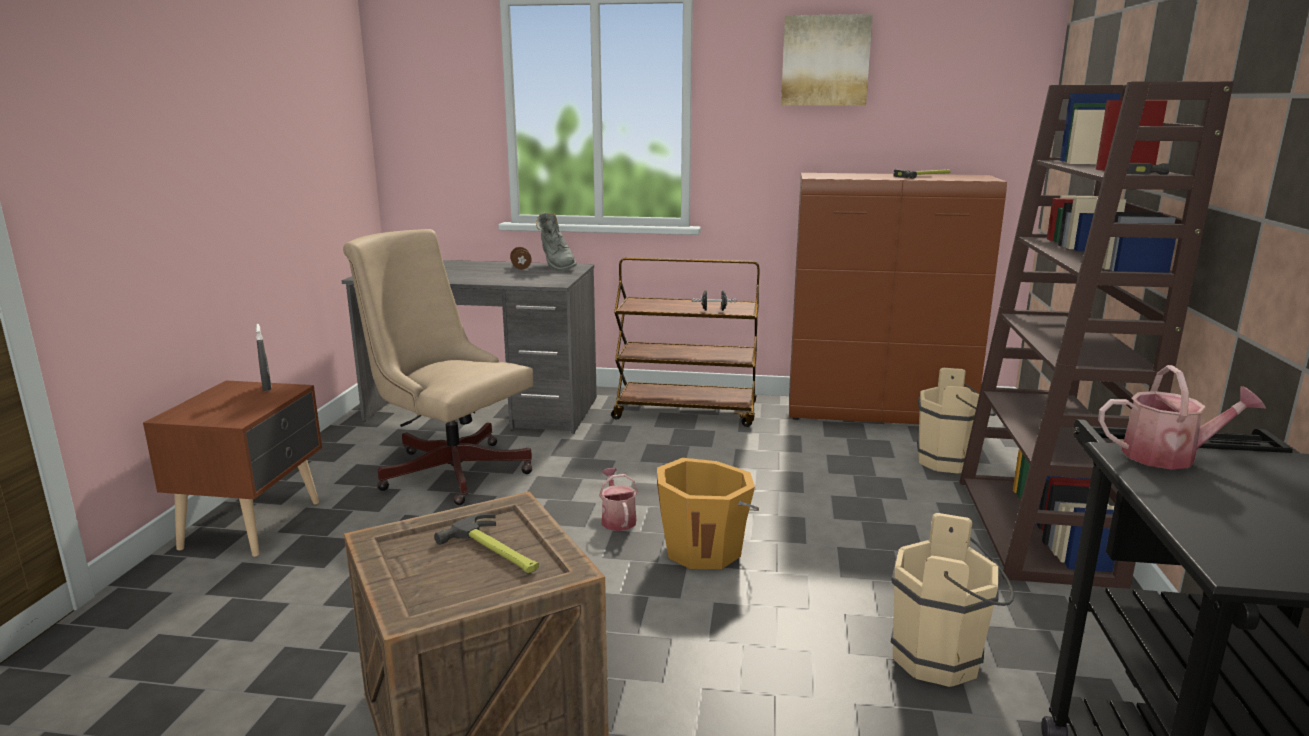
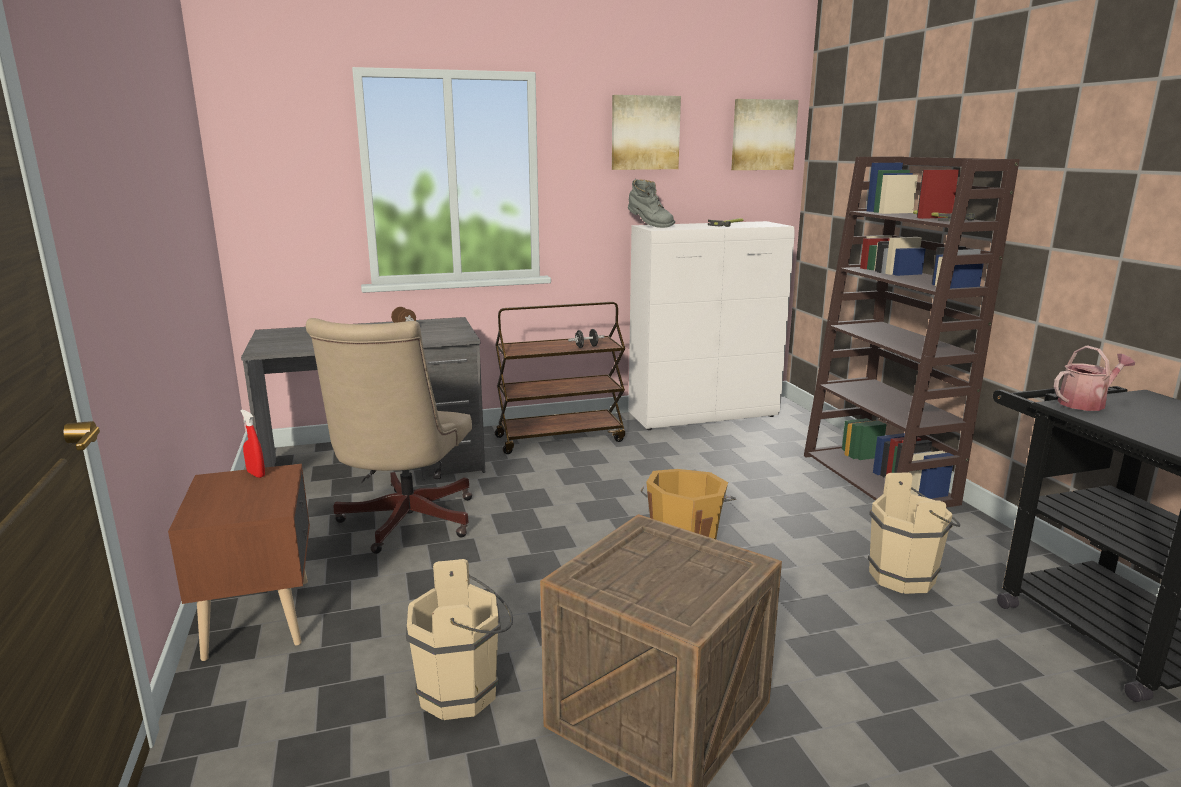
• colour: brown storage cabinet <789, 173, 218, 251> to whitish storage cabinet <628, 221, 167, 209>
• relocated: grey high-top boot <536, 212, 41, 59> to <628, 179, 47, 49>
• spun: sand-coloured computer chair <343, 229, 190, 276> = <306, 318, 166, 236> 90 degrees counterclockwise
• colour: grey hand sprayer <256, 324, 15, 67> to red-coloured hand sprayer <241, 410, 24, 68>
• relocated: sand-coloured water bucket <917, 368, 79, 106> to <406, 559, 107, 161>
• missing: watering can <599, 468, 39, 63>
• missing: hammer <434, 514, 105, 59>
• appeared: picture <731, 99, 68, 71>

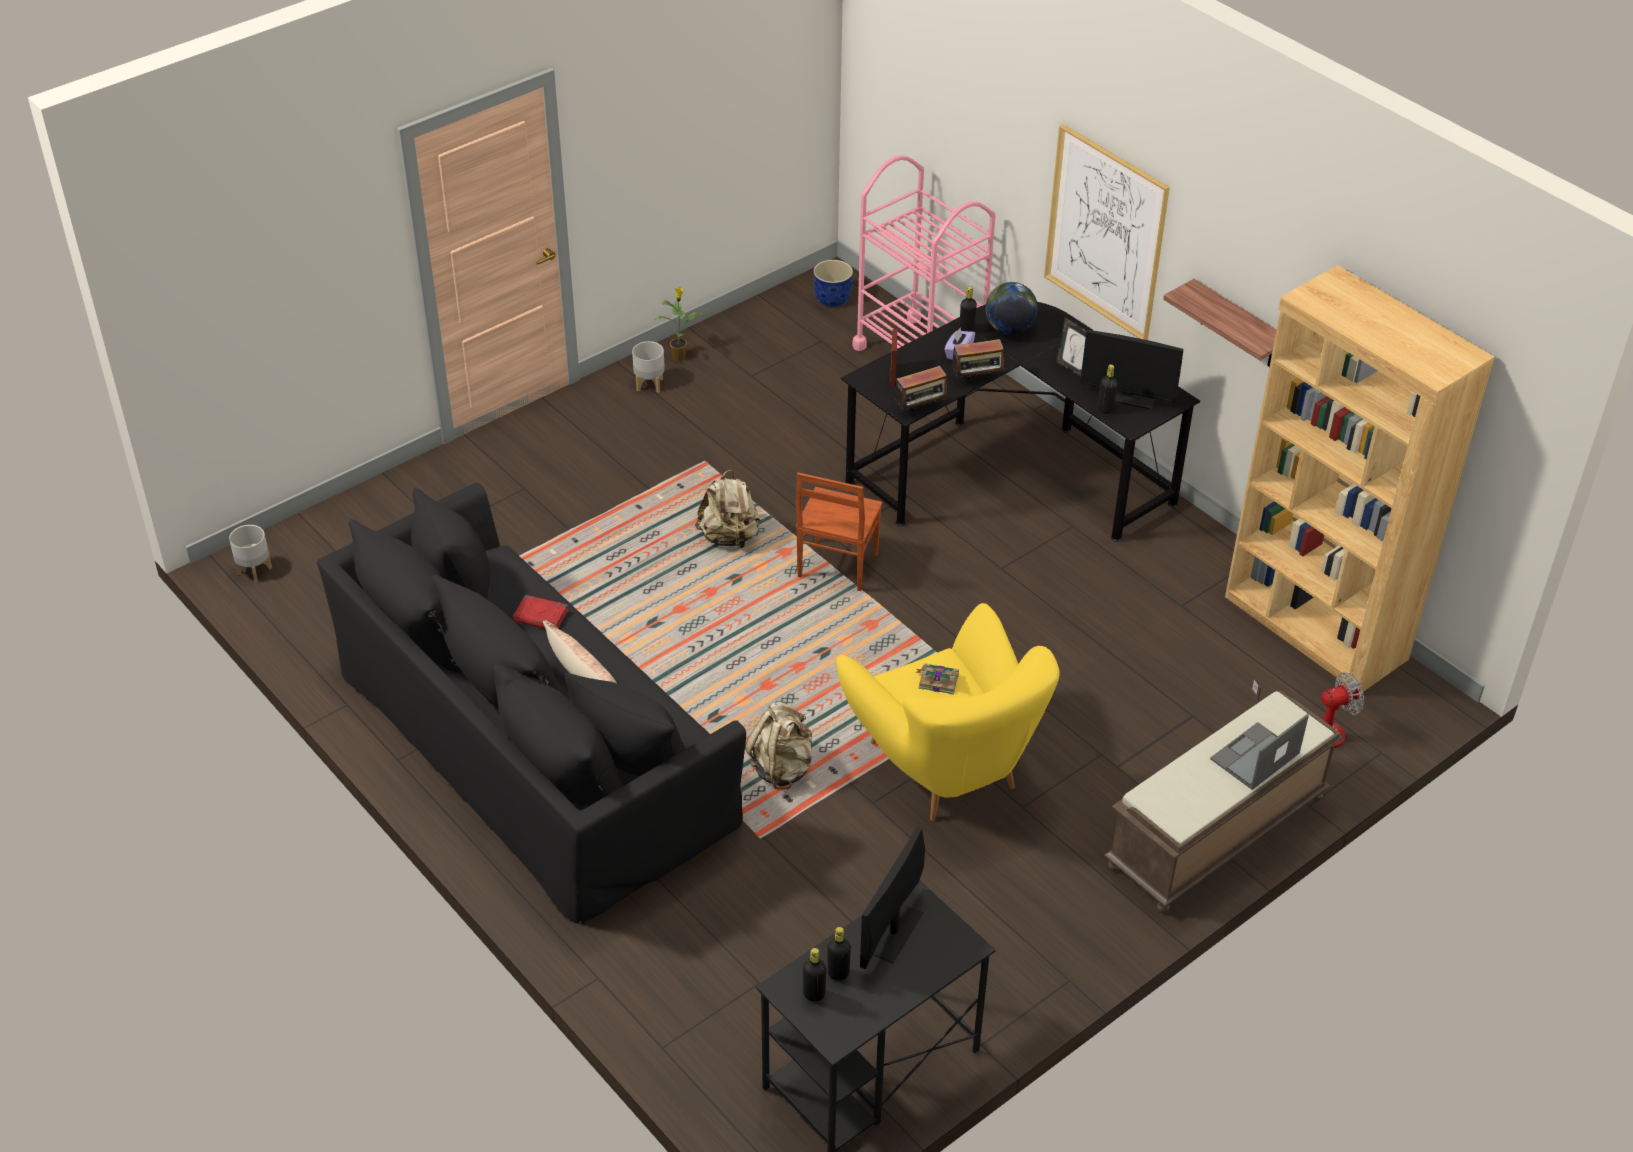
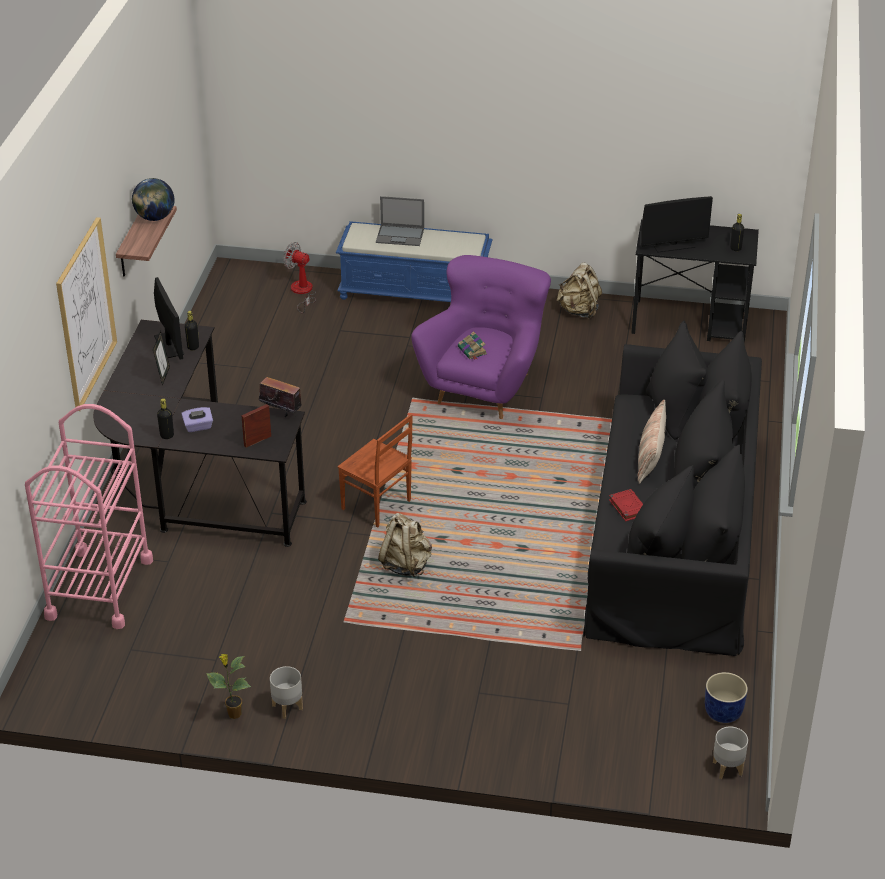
• relocated: bluish plant pot <813, 260, 40, 47> to <705, 672, 43, 51>
• missing: brown bookcase <1225, 265, 270, 427>
• relocated: desk globe <985, 282, 53, 53> to <132, 178, 43, 43>
• missing: radio receiver <952, 339, 55, 43>
• spun: brown plain chair <796, 473, 86, 118> = <338, 414, 75, 114> 60 degrees clockwise
• colour: yellow-coloured armchair <836, 603, 224, 218> to purple-coloured armchair <411, 255, 140, 164>
• colour: brown bench <1104, 691, 239, 222> to bluish bench <336, 221, 157, 81>
• relocated: sand-coloured rucksack <745, 702, 68, 87> to <557, 263, 45, 56>
• missing: black-coloured bottle <827, 927, 24, 53>

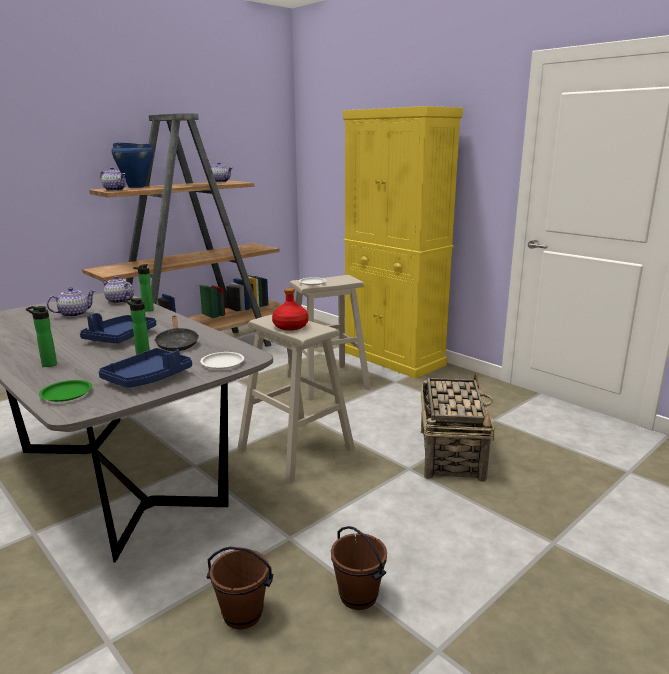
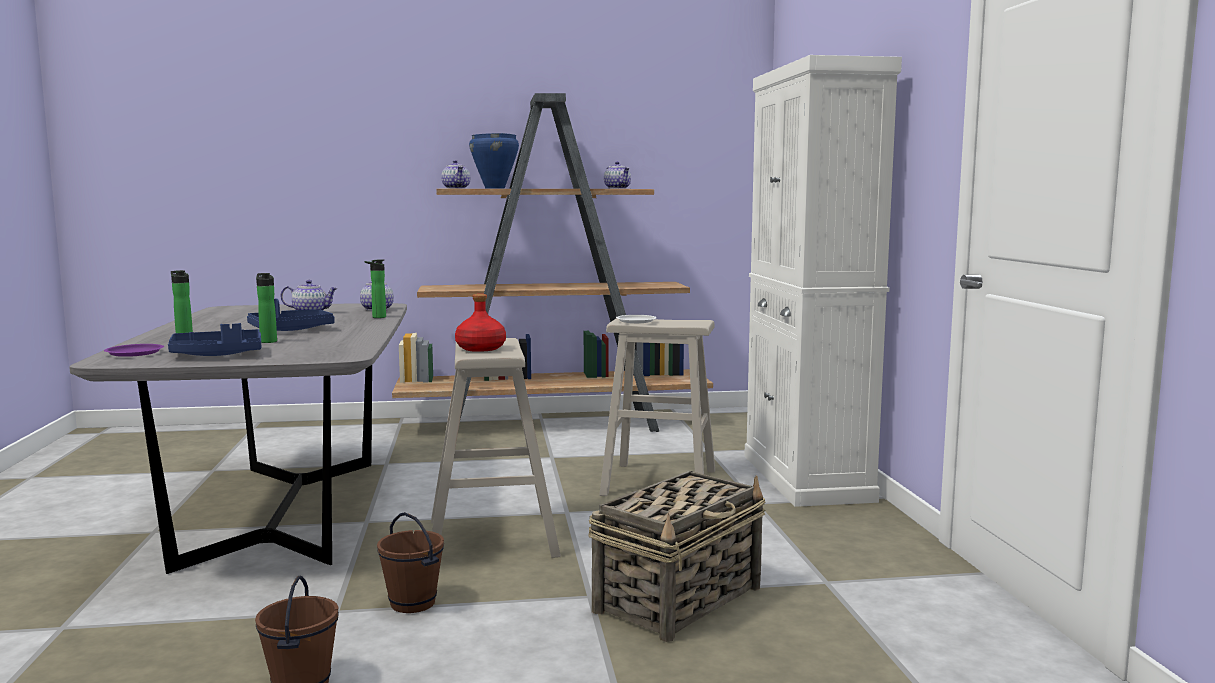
• colour: yellow-coloured storage cabinet <343, 106, 120, 273> to whitish storage cabinet <744, 55, 158, 452>
• missing: black-coloured pan <154, 316, 45, 35>
• missing: whitish flat dish <200, 352, 44, 17>
• colour: greenish flat dish <39, 380, 53, 22> to purple-coloured flat dish <104, 344, 60, 13>
• relocated: brown water bucket <207, 546, 66, 83> to <377, 512, 67, 101>

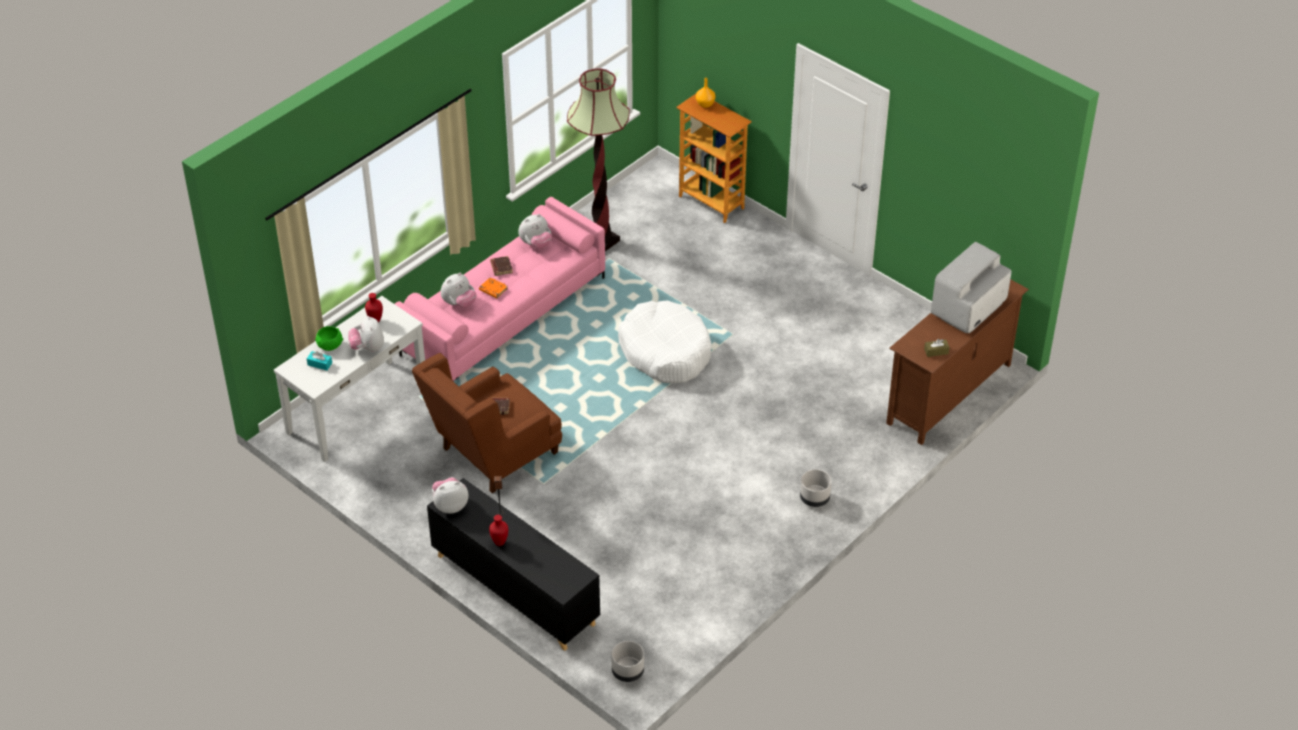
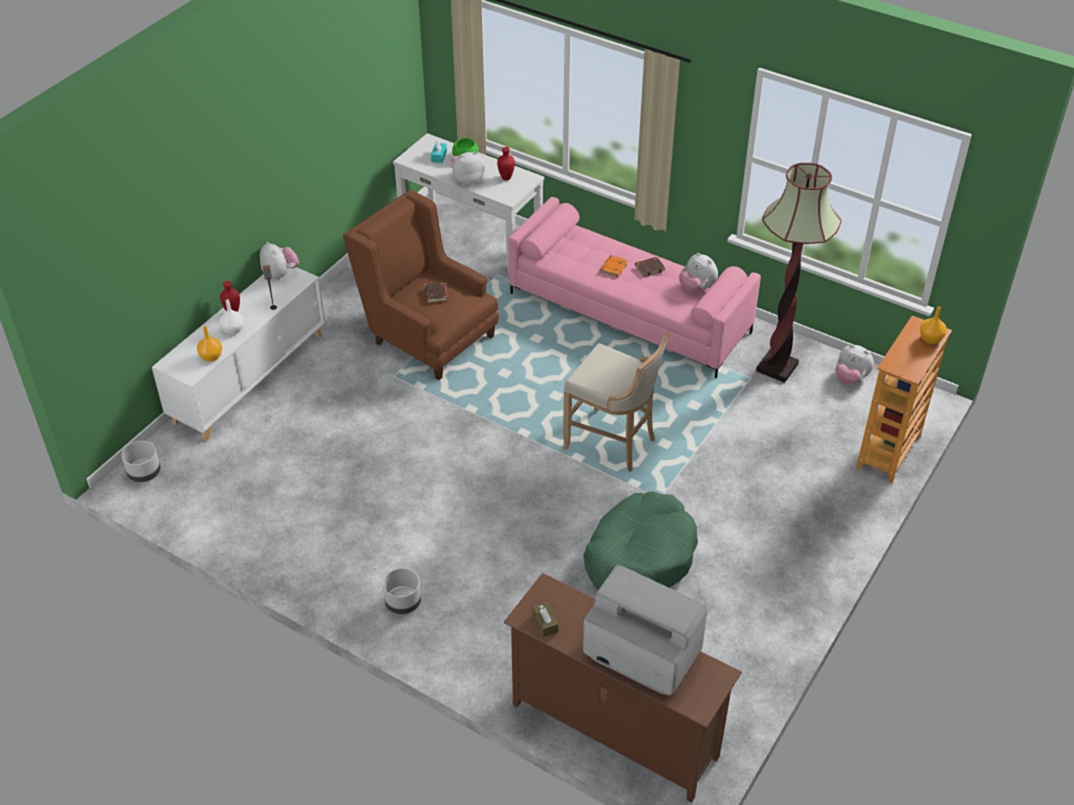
• relocated: plush toy <441, 273, 36, 35> to <835, 344, 39, 40>
• exchanged: whitish dog bed <618, 301, 93, 82> to sand-coloured stool <562, 332, 108, 140>
• colour: black-coloured storage cabinet <427, 478, 173, 173> to whitish storage cabinet <152, 267, 174, 174>
• appeared: whitish decorative vase <219, 300, 25, 35>
• appeared: orangey decorative vase <197, 326, 25, 36>
• appeared: greenish dog bed <583, 492, 115, 98>

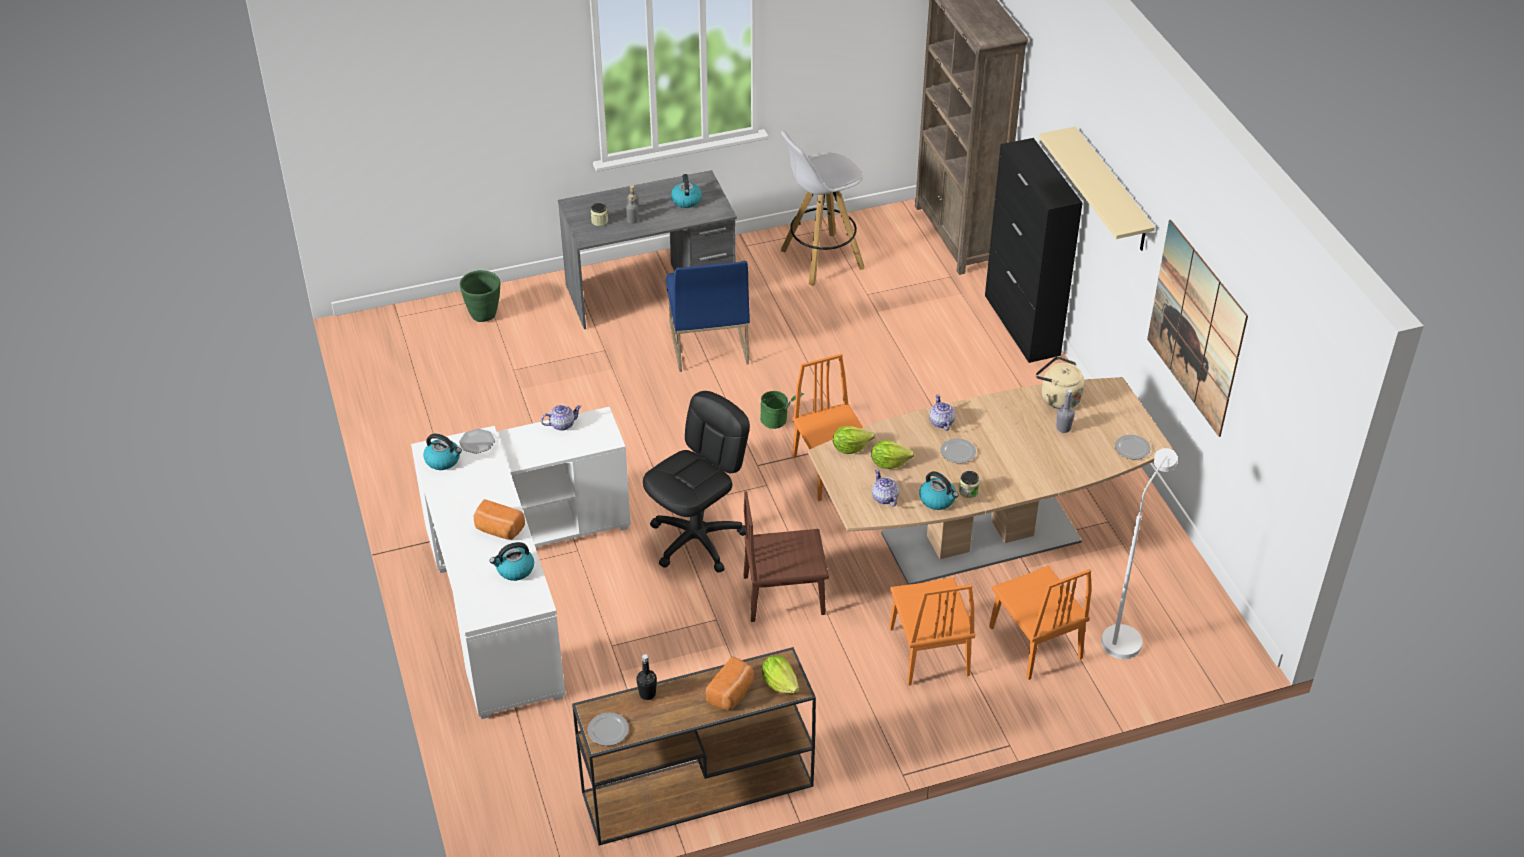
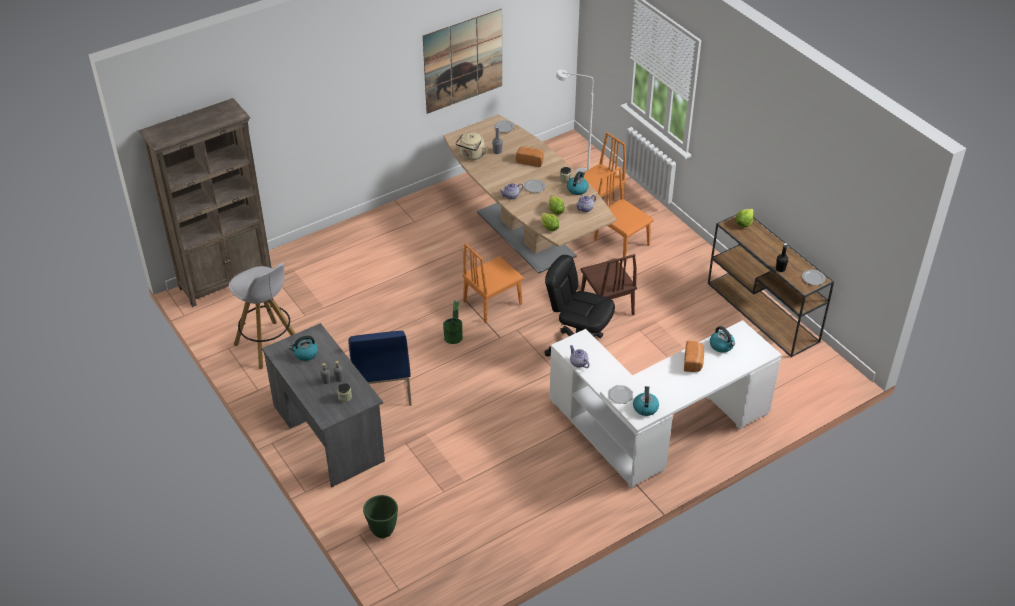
• missing: sand-coloured shelf <1039, 127, 116, 124>
• missing: black-coloured storage cabinet <985, 138, 98, 225>
• spun: bluish plain chair <666, 261, 84, 111> = <348, 331, 64, 75> 105 degrees clockwise
• spun: orangey plain chair <889, 577, 86, 109> = <594, 167, 60, 94> 105 degrees counterclockwise
• relocated: bread <706, 656, 48, 54> to <516, 146, 28, 21>

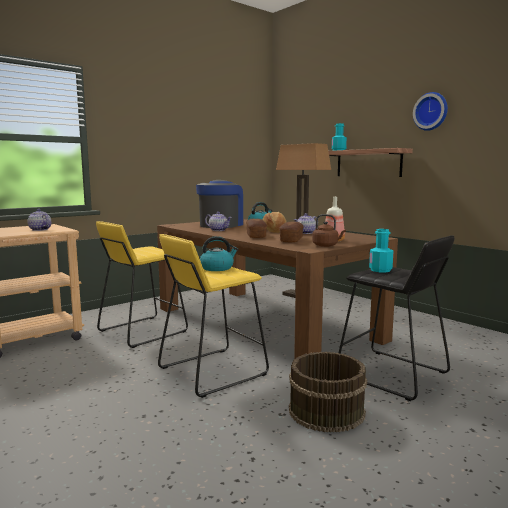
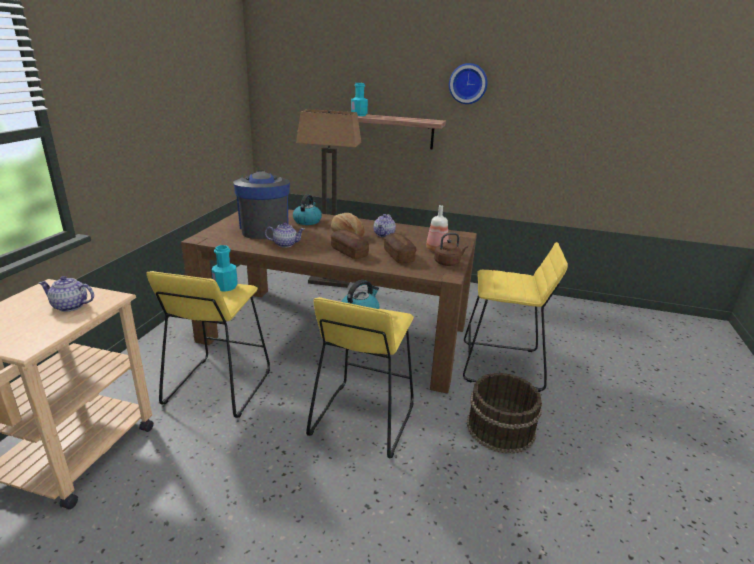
• relocated: blue-green bottle <369, 229, 25, 43> to <212, 245, 26, 47>
• colour: black-coloured stool <339, 235, 116, 166> to yellow-coloured stool <463, 242, 105, 150>

